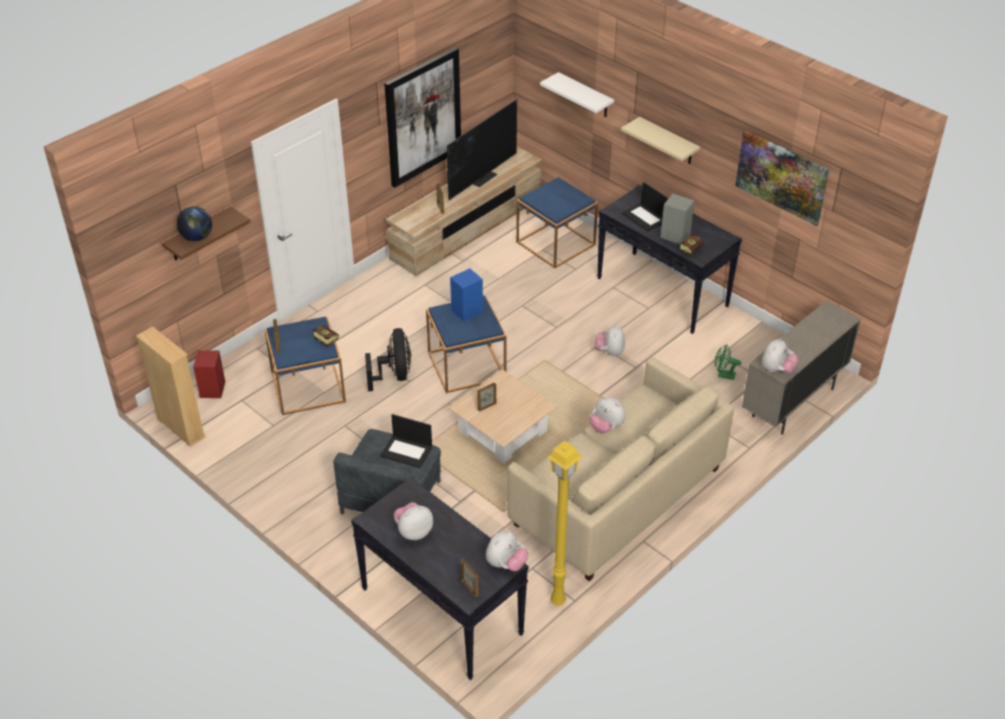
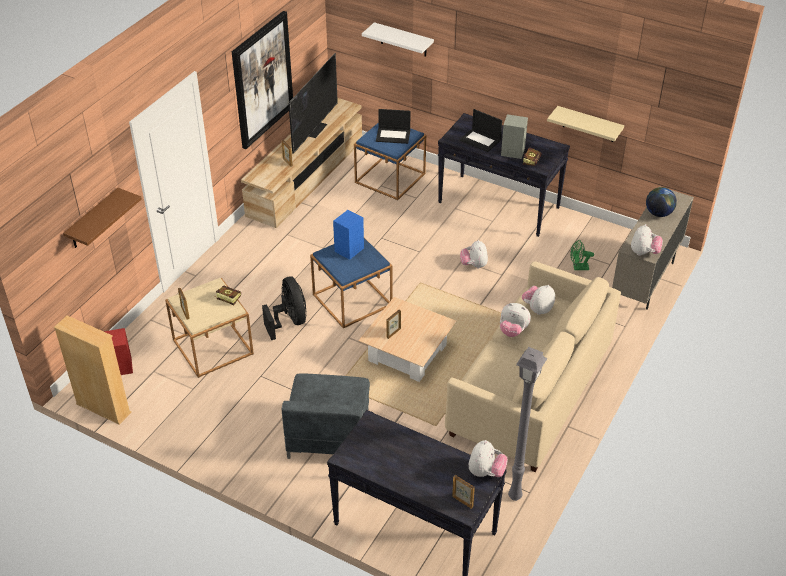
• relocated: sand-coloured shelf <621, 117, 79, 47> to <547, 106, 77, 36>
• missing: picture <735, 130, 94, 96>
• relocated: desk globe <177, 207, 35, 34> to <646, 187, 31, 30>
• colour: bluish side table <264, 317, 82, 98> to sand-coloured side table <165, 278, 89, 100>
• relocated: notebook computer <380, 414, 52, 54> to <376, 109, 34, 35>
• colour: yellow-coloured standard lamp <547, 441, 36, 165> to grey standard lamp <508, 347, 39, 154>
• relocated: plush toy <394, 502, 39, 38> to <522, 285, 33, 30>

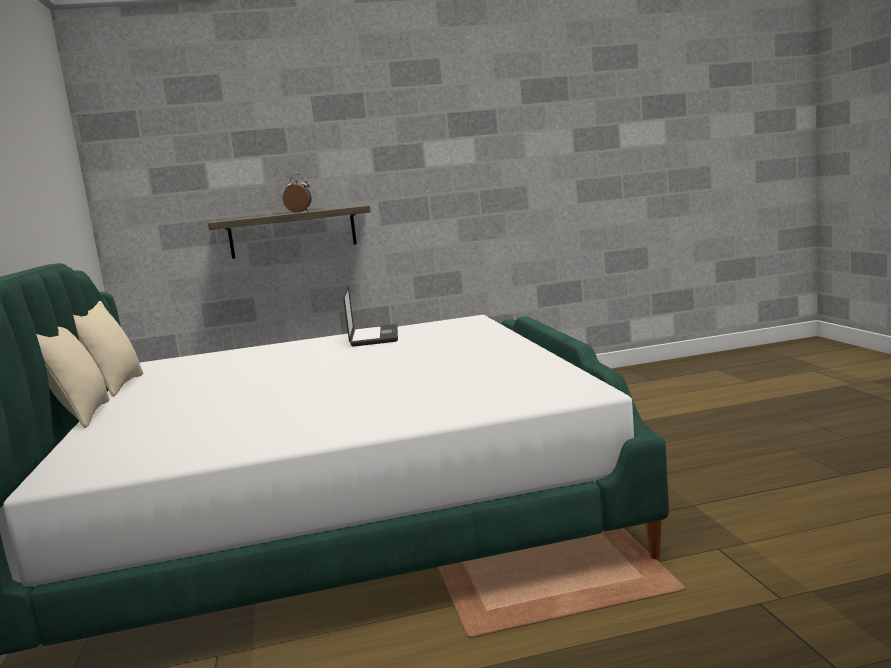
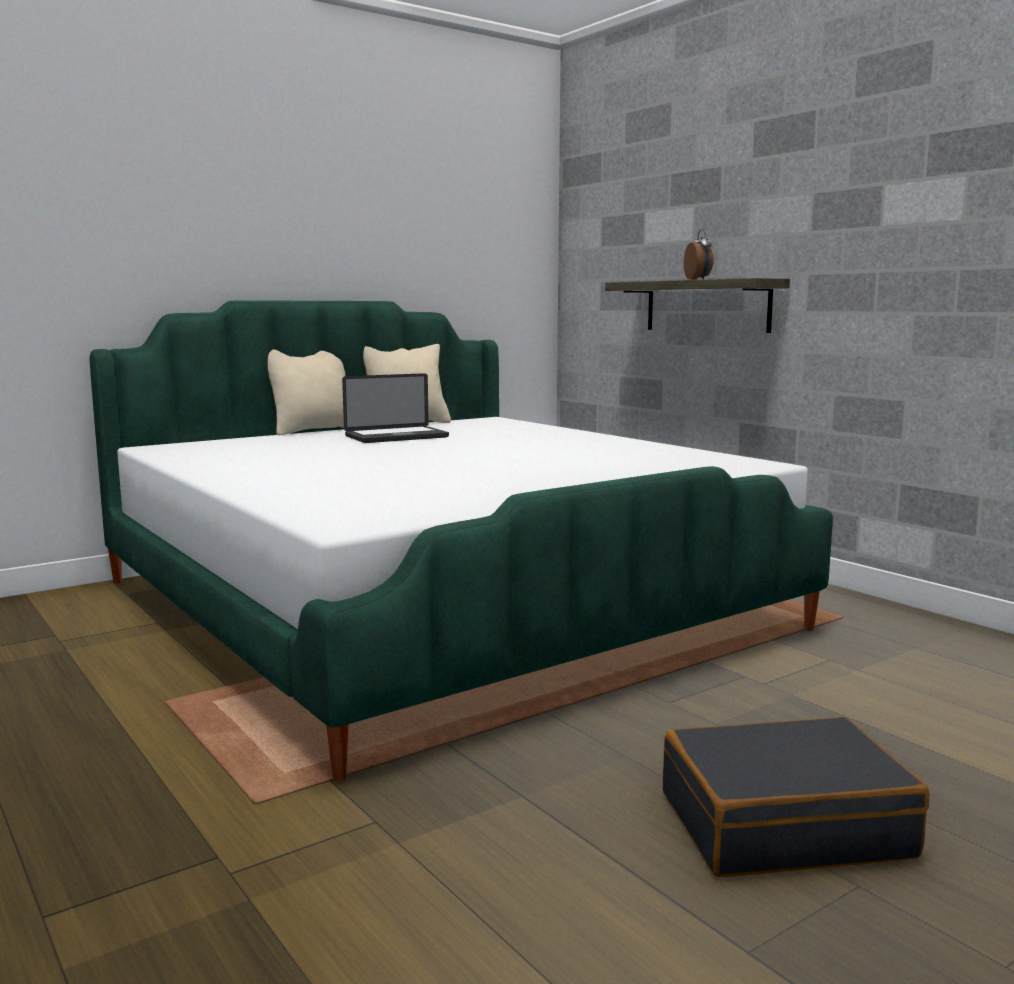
• relocated: notebook computer <343, 286, 55, 61> to <342, 373, 107, 70>
• appeared: black-coloured piece of luggage <663, 717, 266, 160>

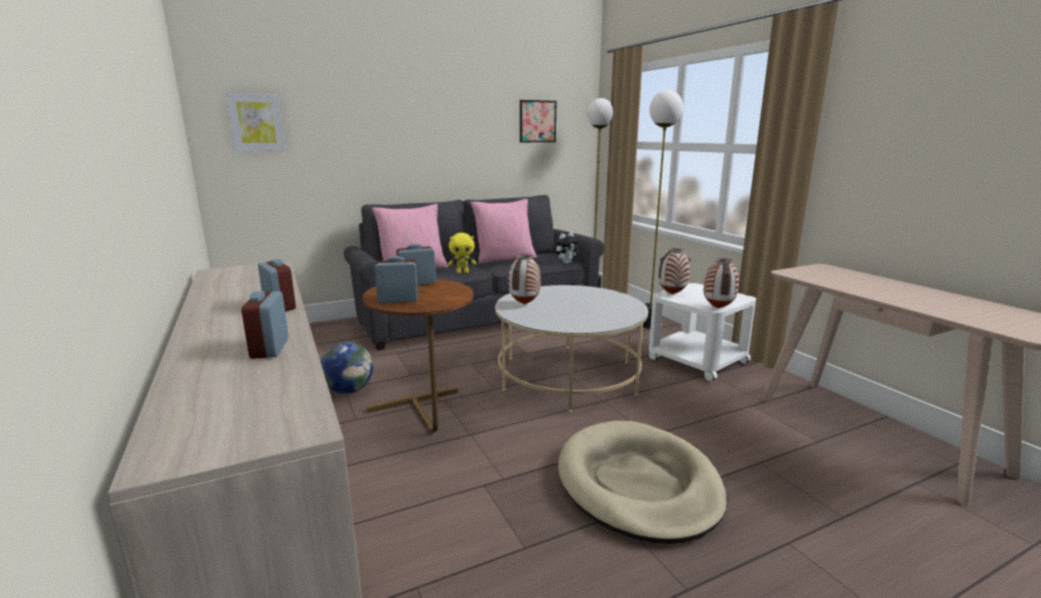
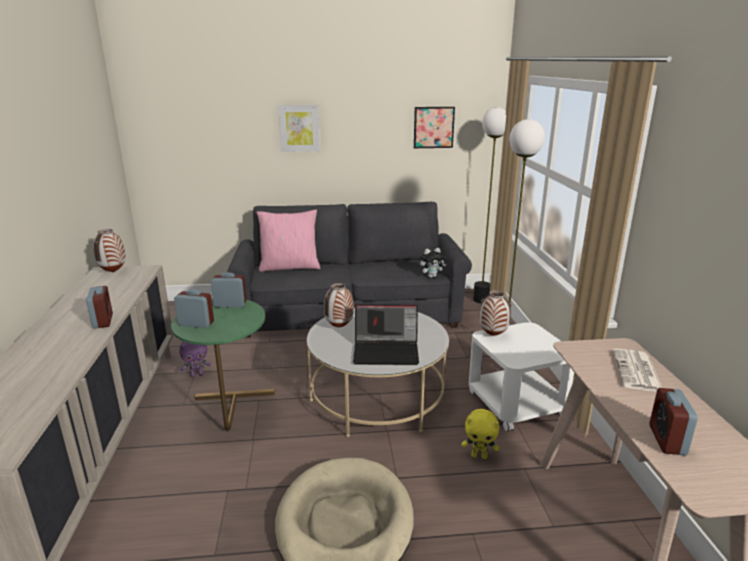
• relocated: picture <226, 93, 60, 58> to <278, 105, 42, 47>
• missing: pink-coloured throw pillow <470, 199, 67, 65>
• relocated: yellow-coloured plush toy <448, 233, 29, 41> to <462, 409, 37, 50>
• relocated: decorative vase <704, 258, 35, 51> to <93, 229, 33, 43>
• colour: brown side table <363, 279, 111, 153> to greenish side table <171, 300, 104, 131>
• relocated: bedside clock <241, 291, 48, 68> to <649, 388, 49, 68>
• exchanged: desk globe <321, 342, 52, 52> to purple-coloured plush toy <179, 341, 32, 36>
• appeared: notebook computer <353, 304, 66, 61>
• appeared: newspaper <612, 348, 50, 44>

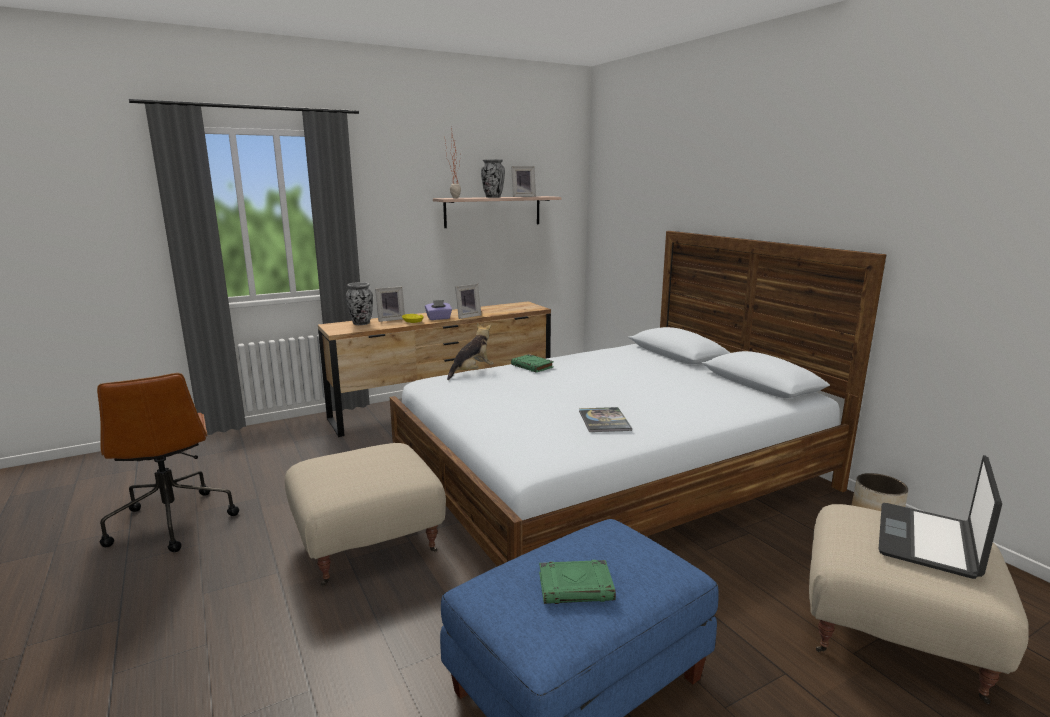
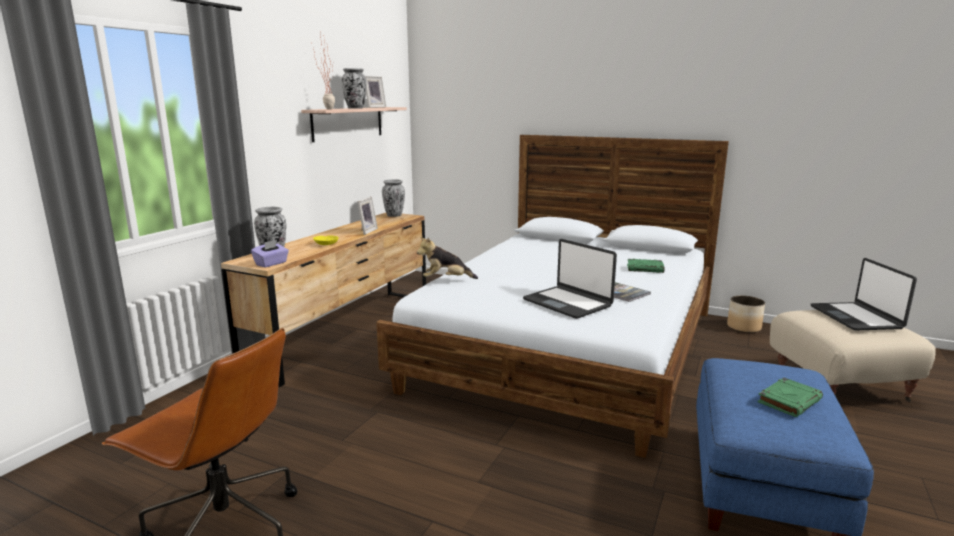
• missing: standing frame <375, 286, 30, 36>
• relocated: purple-coloured tissue box <425, 300, 27, 20> to <251, 240, 38, 27>
• spun: plush toy <447, 323, 47, 57> = <417, 237, 61, 42> 105 degrees counterclockwise
• relocated: greenish book <511, 354, 43, 19> to <627, 259, 38, 14>
• missing: sand-coloured pouffe <285, 443, 161, 143>
• appeared: decorative vase <382, 179, 23, 38>
• appeared: notebook computer <523, 239, 94, 80>

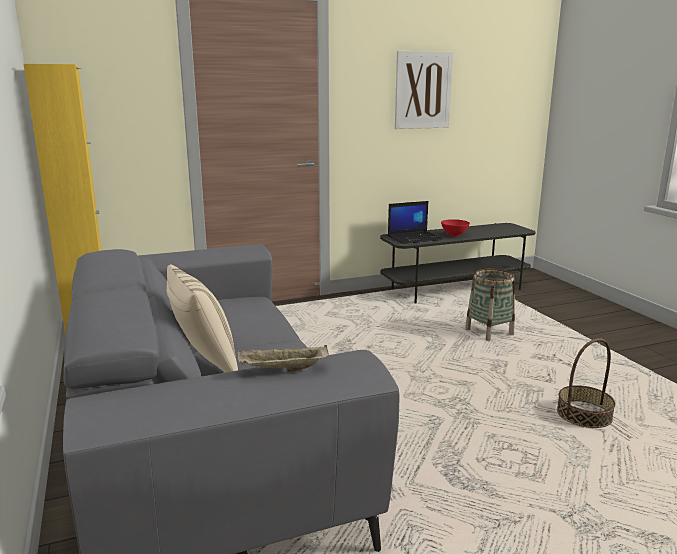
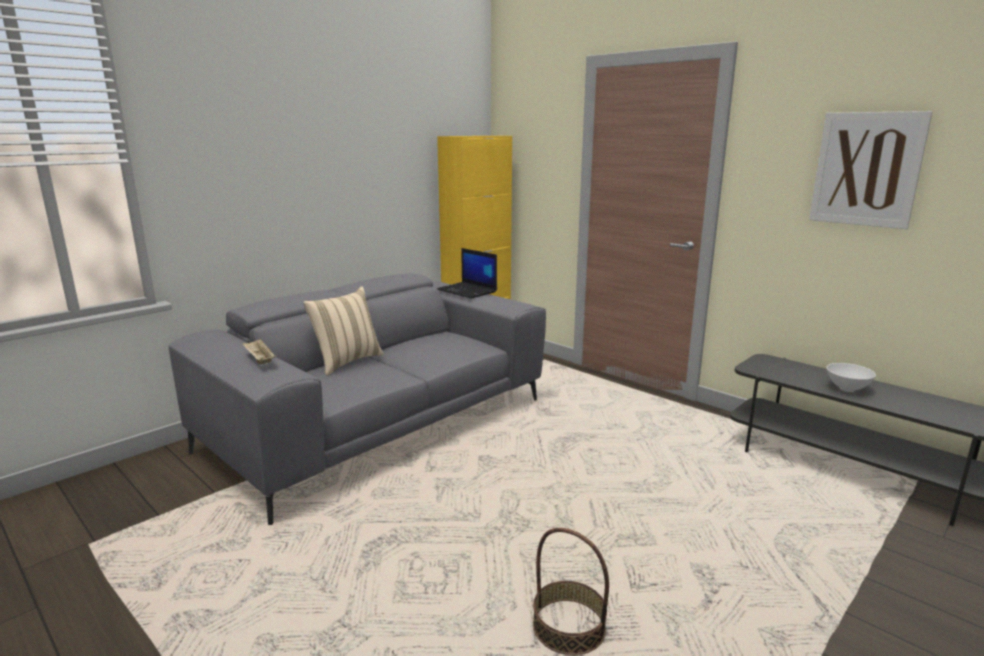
• relocated: notebook computer <388, 201, 55, 43> to <437, 248, 60, 51>
• colour: red-coloured serving bowl <441, 219, 29, 17> to whitish serving bowl <826, 363, 50, 29>
• missing: basket <465, 268, 50, 73>

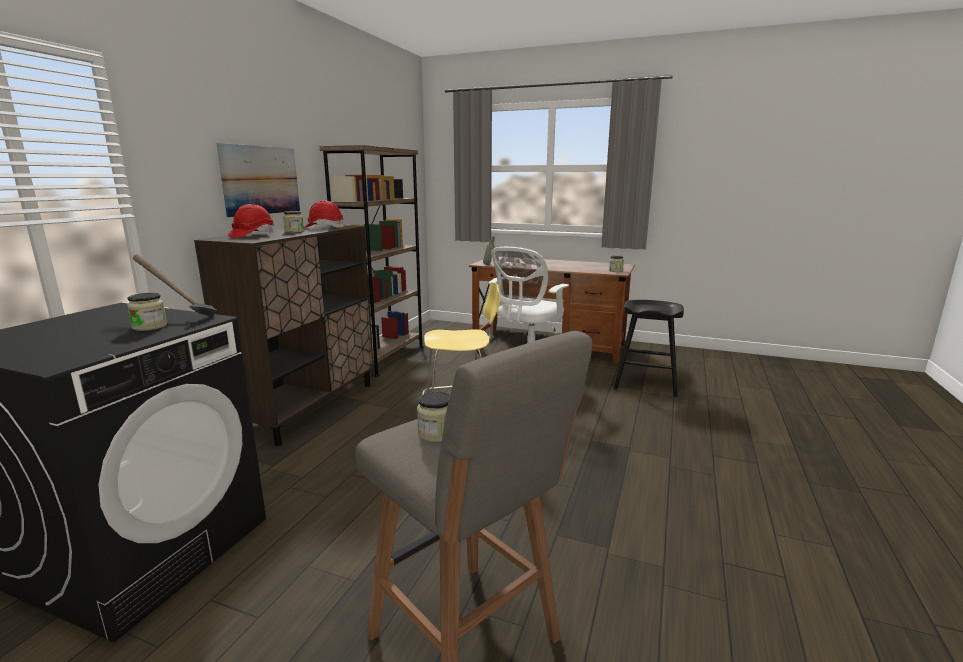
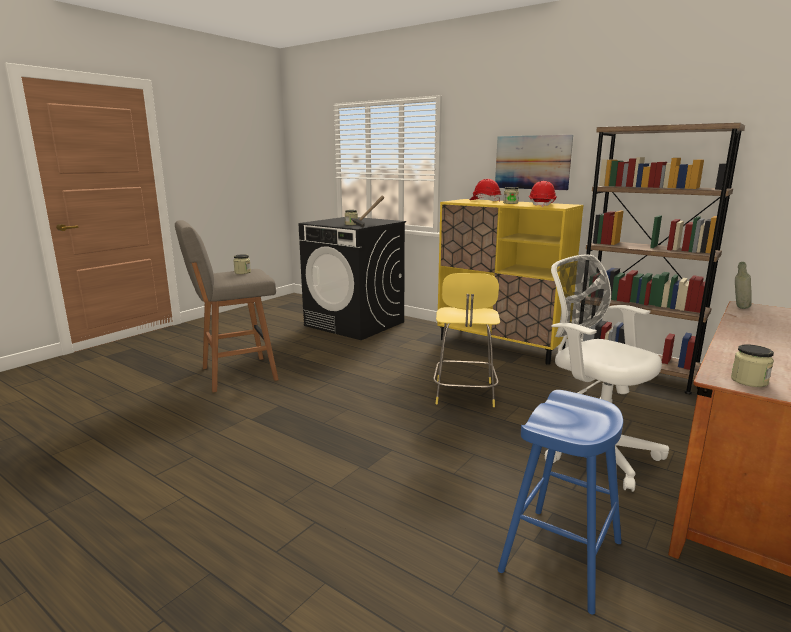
• colour: brown storage cabinet <194, 224, 180, 222> to yellow-coloured storage cabinet <437, 199, 147, 166>
• colour: black-coloured stool <614, 300, 70, 97> to bluish stool <498, 390, 125, 224>

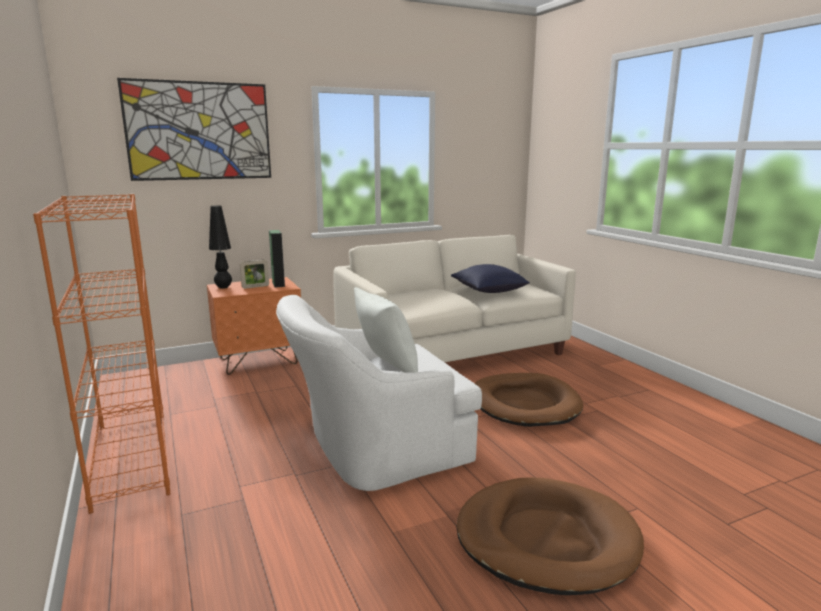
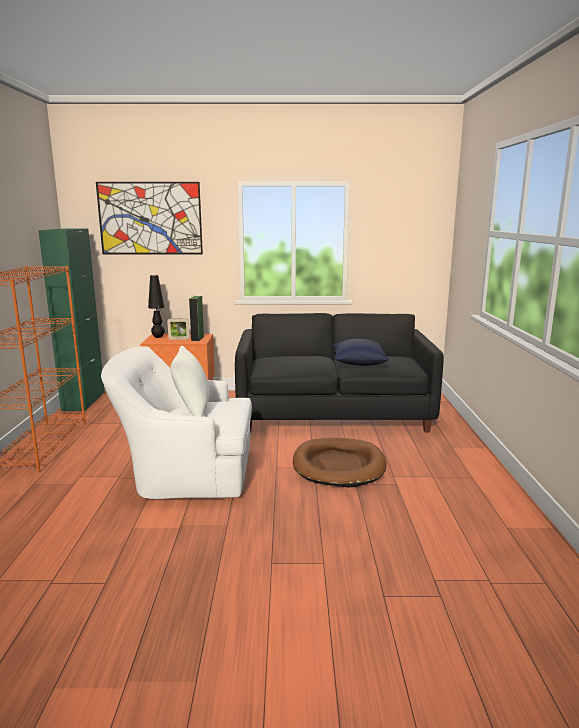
• colour: whitish couch <333, 235, 243, 127> to black-coloured couch <235, 313, 209, 120>
• missing: brown dog bed <456, 478, 188, 117>
• appeared: greenish storage cabinet <38, 229, 67, 182>

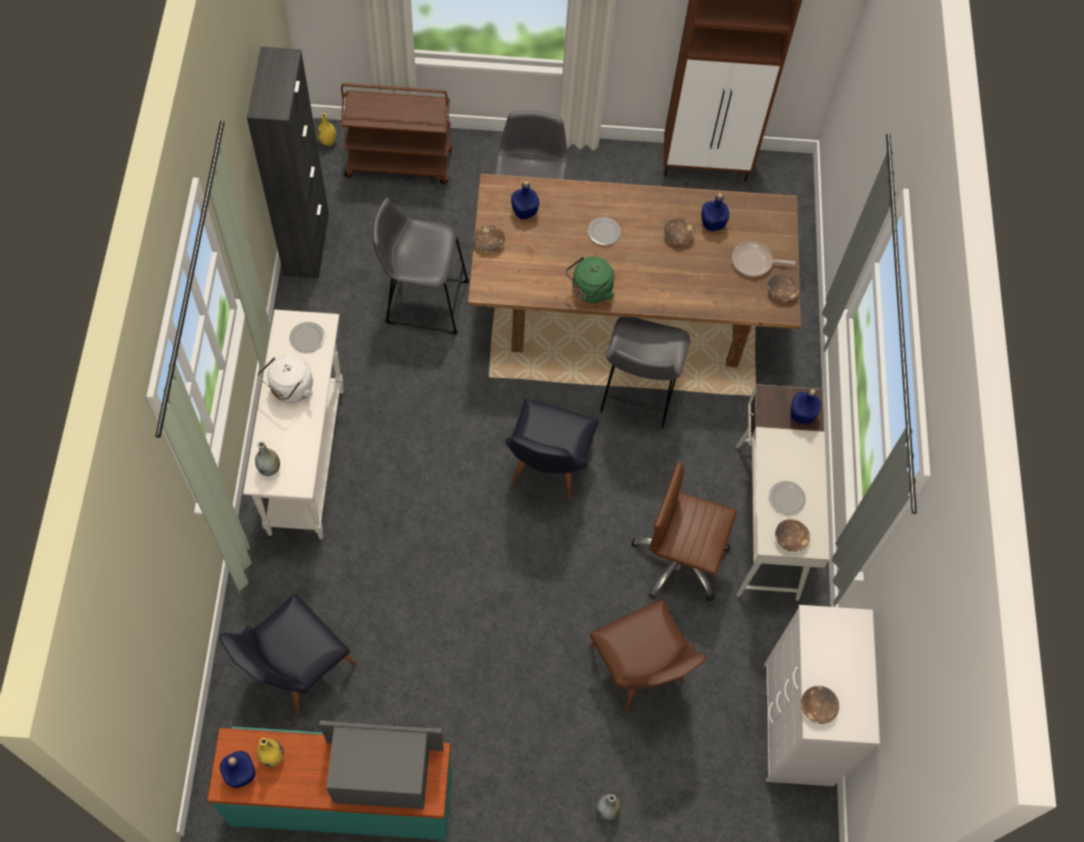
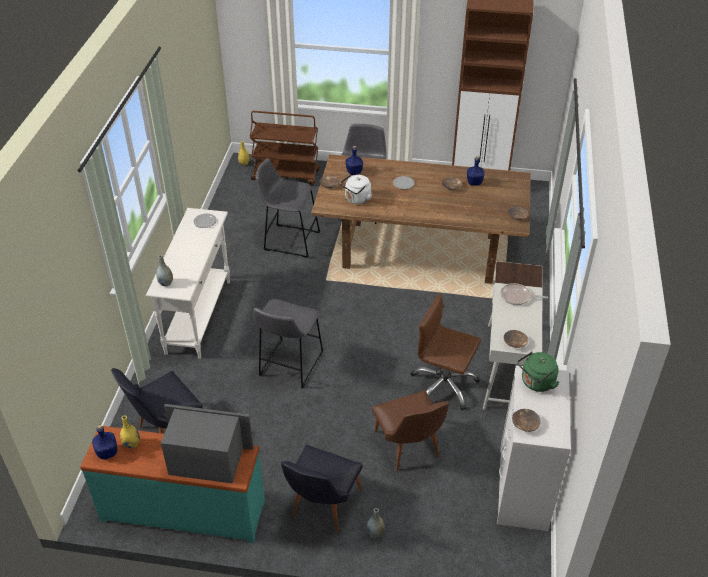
• missing: black-coloured storage cabinet <247, 47, 82, 231>
• relocated: pan <732, 241, 64, 36> to <500, 283, 48, 22>
• relocated: greenish kettle <566, 256, 49, 47> to <517, 351, 43, 41>
• relocated: grey stool <600, 317, 90, 112> to <253, 299, 70, 90>
• relocated: whitish kettle <258, 354, 55, 49> to <340, 175, 32, 29>
• missing: bluish bottle <790, 389, 31, 35>
• relocated: black-coloured plain chair <506, 398, 93, 102> to <281, 445, 82, 88>
• missing: flat dish <769, 481, 37, 34>

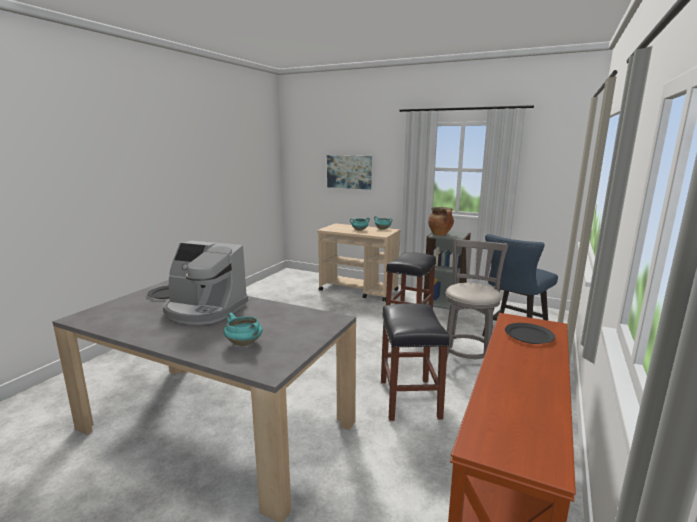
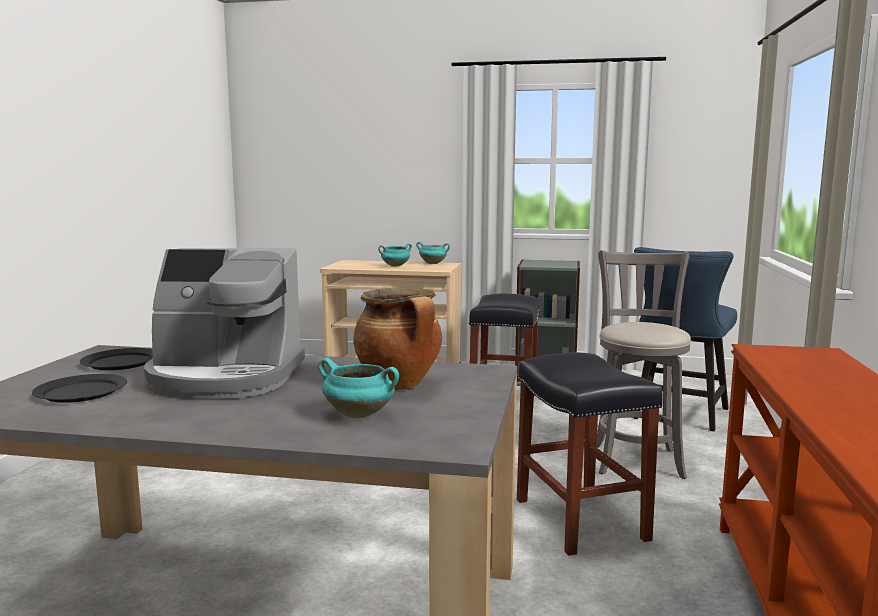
• missing: picture <327, 155, 45, 35>
• relocated: stockpot <428, 207, 26, 29> to <353, 288, 89, 102>
• relocated: black-coloured flat dish <505, 323, 50, 21> to <32, 374, 95, 29>

